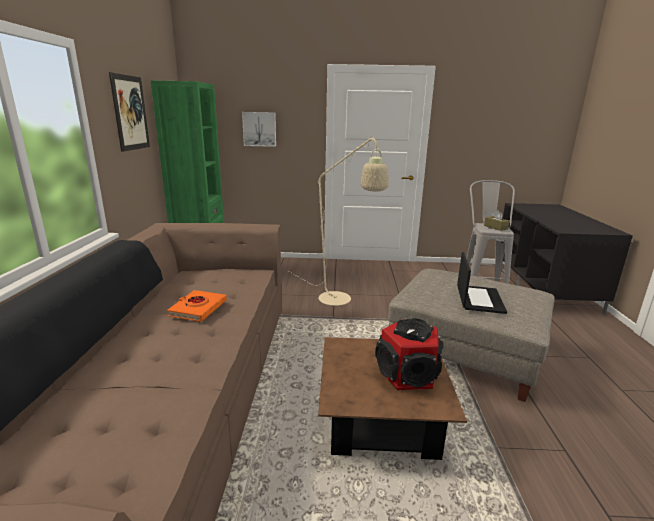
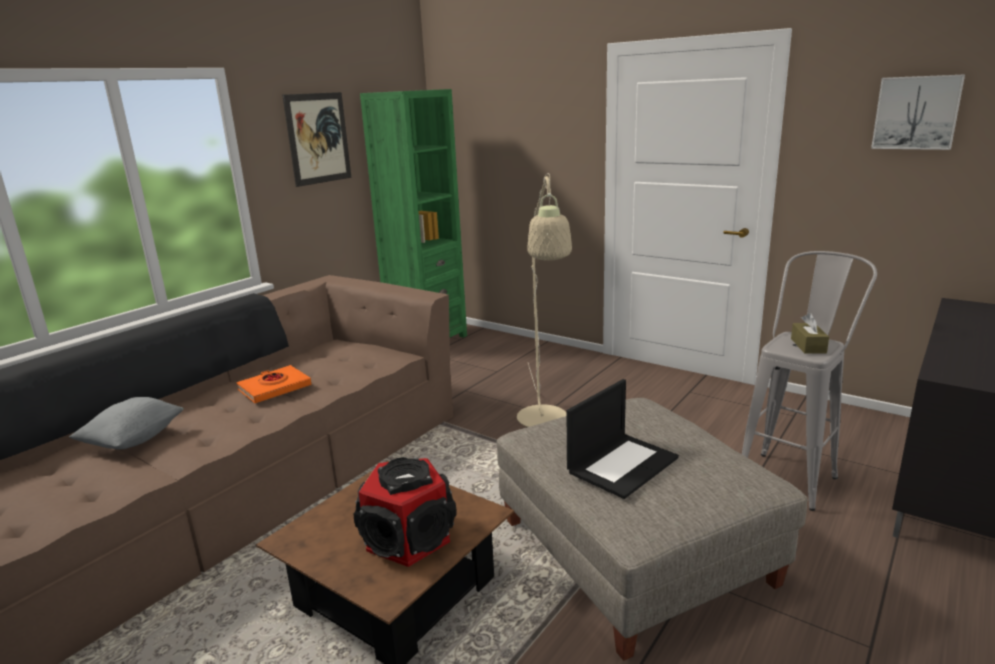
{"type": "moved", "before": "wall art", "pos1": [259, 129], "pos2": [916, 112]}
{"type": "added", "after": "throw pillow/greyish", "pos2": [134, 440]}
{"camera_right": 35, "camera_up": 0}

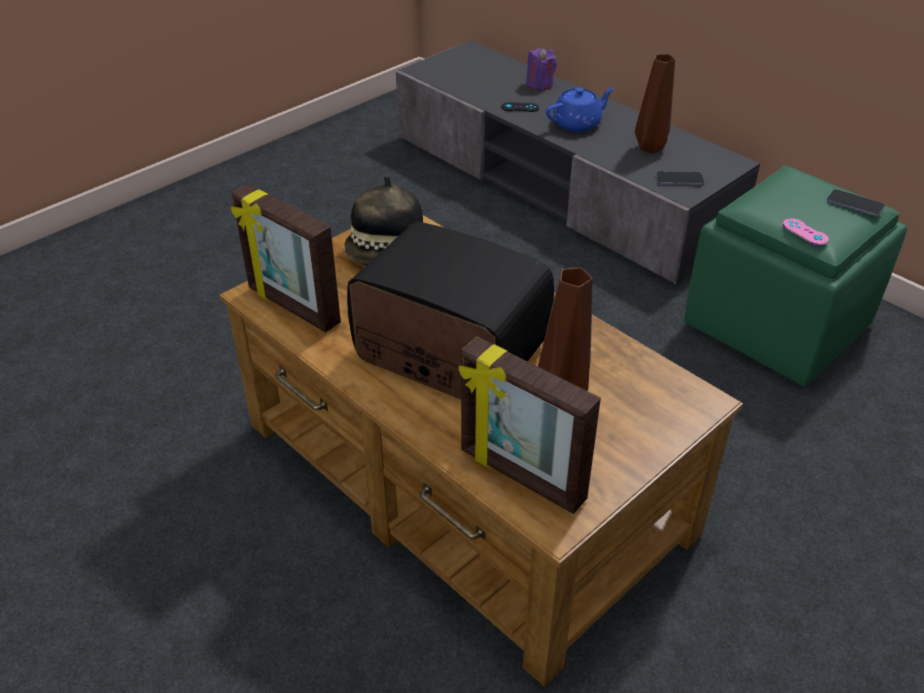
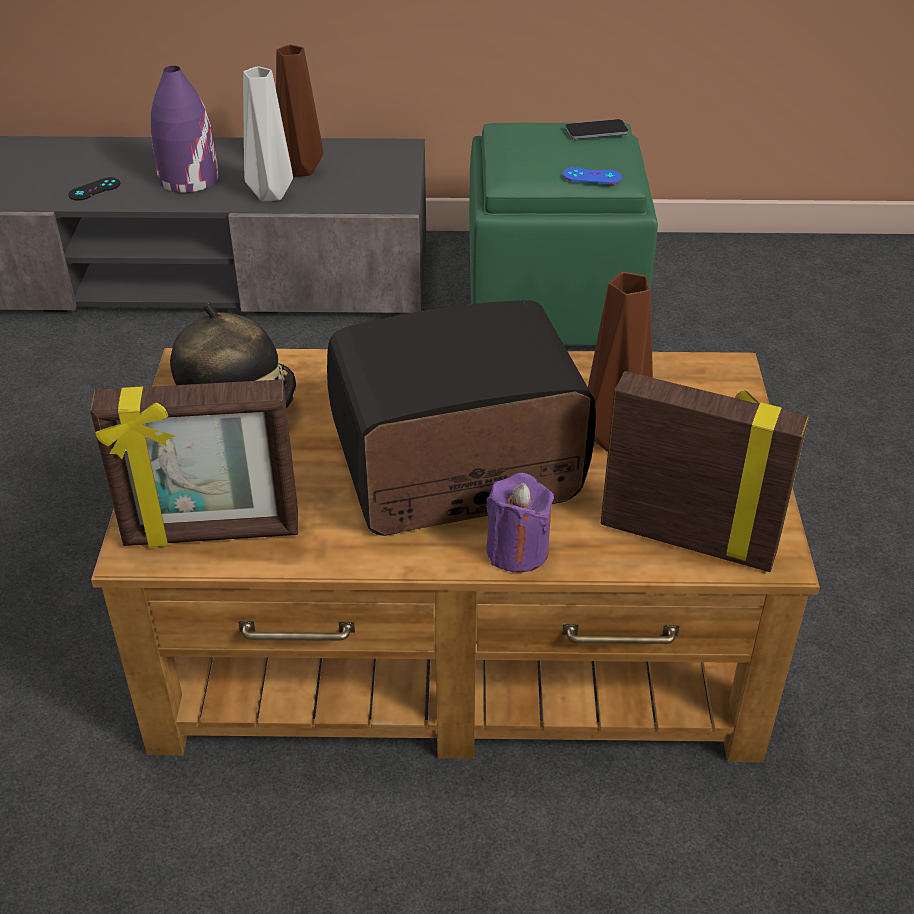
{"type": "moved", "before": "wax light/purplish", "pos1": [540, 84], "pos2": [517, 551]}
{"type": "replaced", "before": "tea pot/blue-coloured", "after": "decorative vase/purplish", "pos1": [578, 123], "pos2": [188, 178]}
{"type": "removed", "before": "telephone", "pos1": [679, 180]}
{"type": "recoloured", "before": "game controller/pink-coloured", "after": "game controller/blue-coloured", "pos1": [805, 232], "pos2": [592, 176]}
{"type": "turned", "before": "photo frame", "pos1": [521, 476], "pos2": [688, 538], "turn": -150}
{"type": "added", "after": "decorative vase/greyish", "pos2": [272, 193]}
{"camera_right": -45, "camera_up": 0}

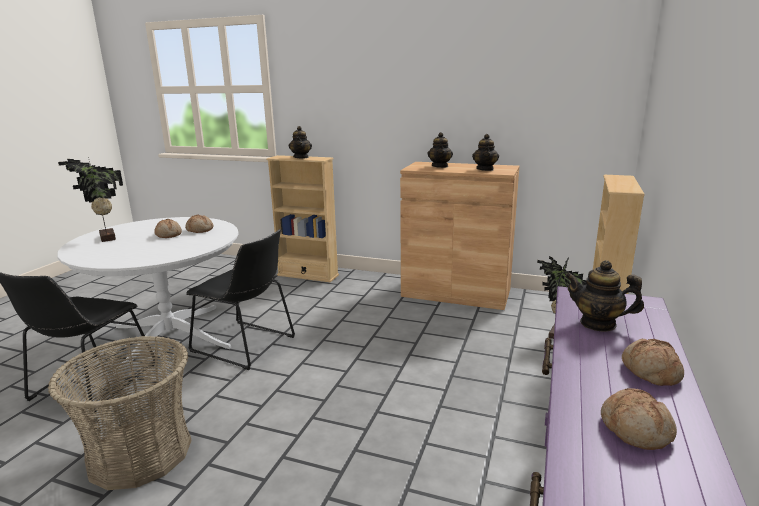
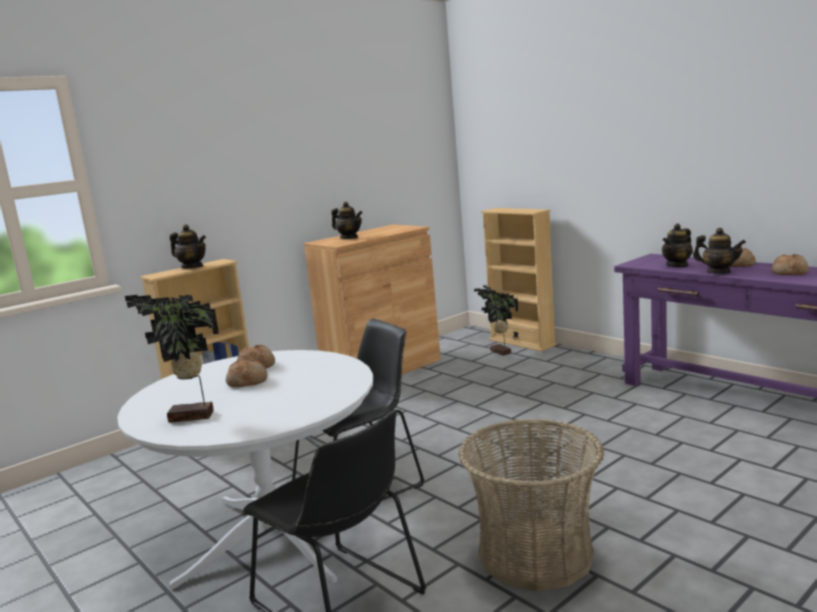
{"type": "moved", "before": "tea pot", "pos1": [485, 169], "pos2": [718, 272]}
{"camera_right": -60, "camera_up": -5}

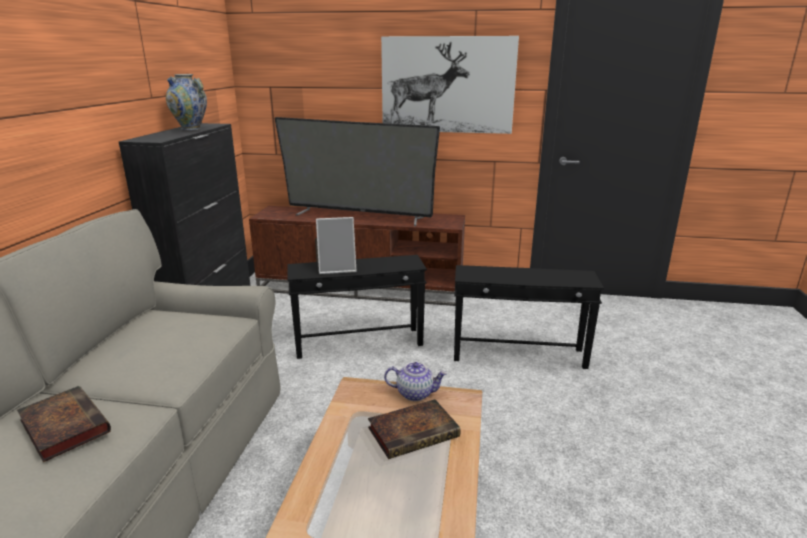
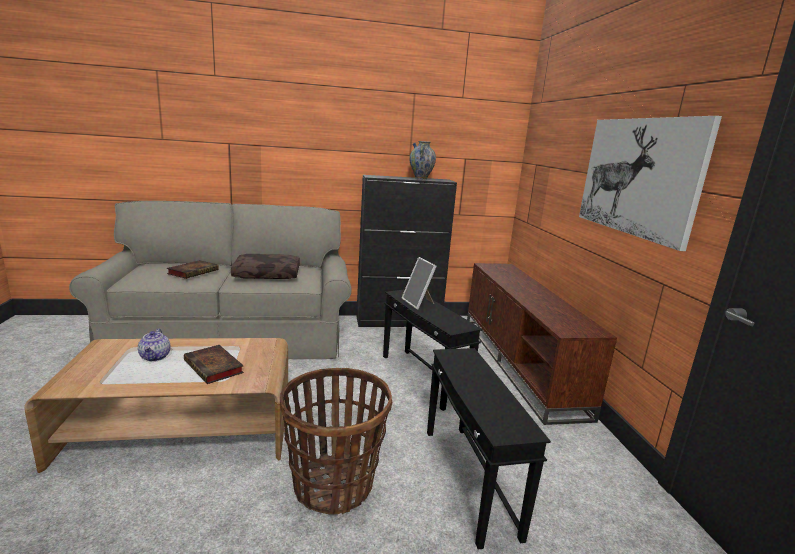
{"type": "removed", "before": "TV set", "pos1": [358, 216]}
{"type": "moved", "before": "tea pot", "pos1": [415, 393], "pos2": [155, 357]}
{"type": "added", "after": "throw pillow/brown", "pos2": [268, 274]}
{"type": "added", "after": "basket", "pos2": [333, 484]}
{"camera_right": 70, "camera_up": -5}

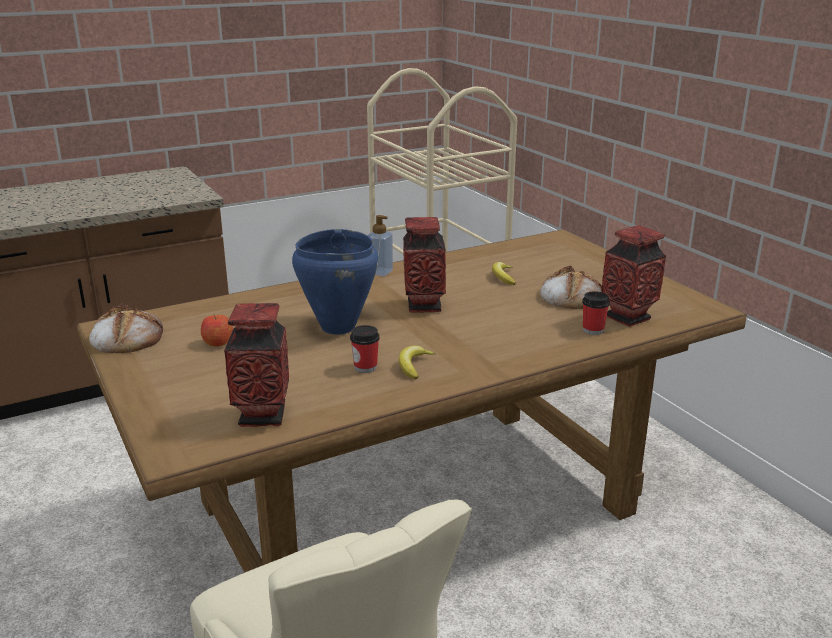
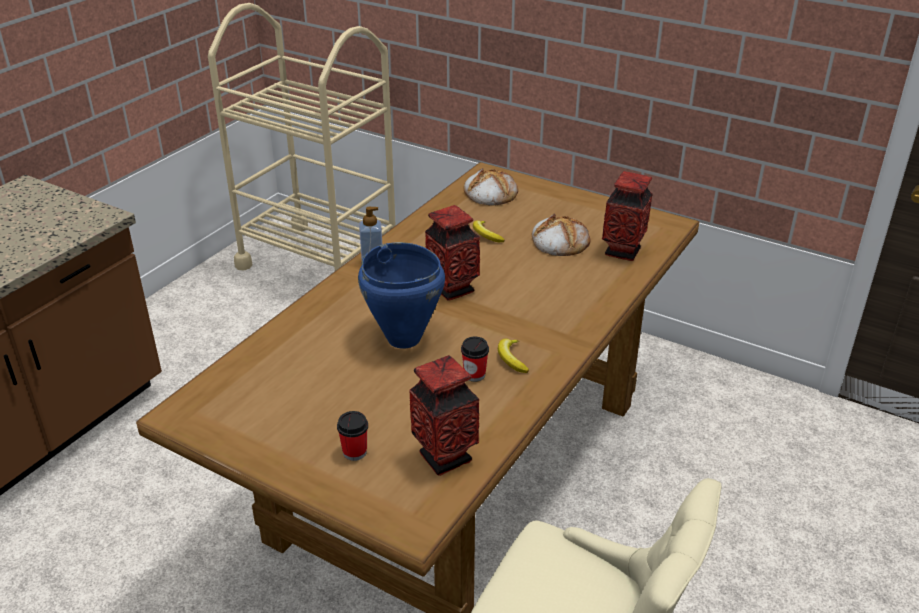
{"type": "moved", "before": "cup", "pos1": [593, 330], "pos2": [354, 452]}
{"type": "moved", "before": "bakery bread", "pos1": [126, 337], "pos2": [490, 193]}
{"type": "removed", "before": "apple", "pos1": [218, 342]}
{"camera_right": -30, "camera_up": 10}

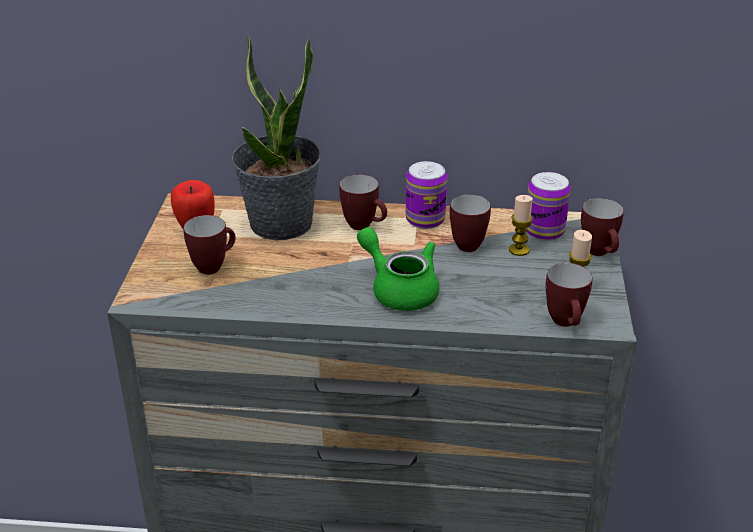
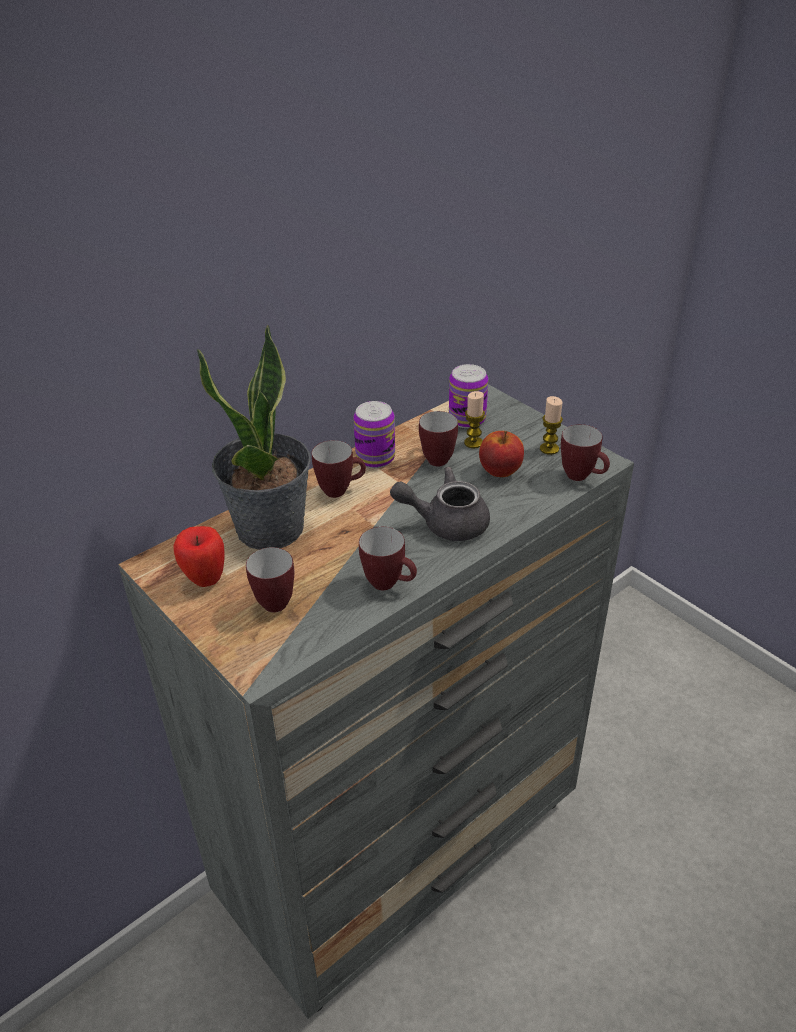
{"type": "moved", "before": "mug", "pos1": [600, 254], "pos2": [389, 584]}
{"type": "recoloured", "before": "tea pot/green", "after": "tea pot/greyish", "pos1": [399, 289], "pos2": [445, 523]}
{"type": "added", "after": "apple", "pos2": [500, 471]}
{"camera_right": -45, "camera_up": 5}

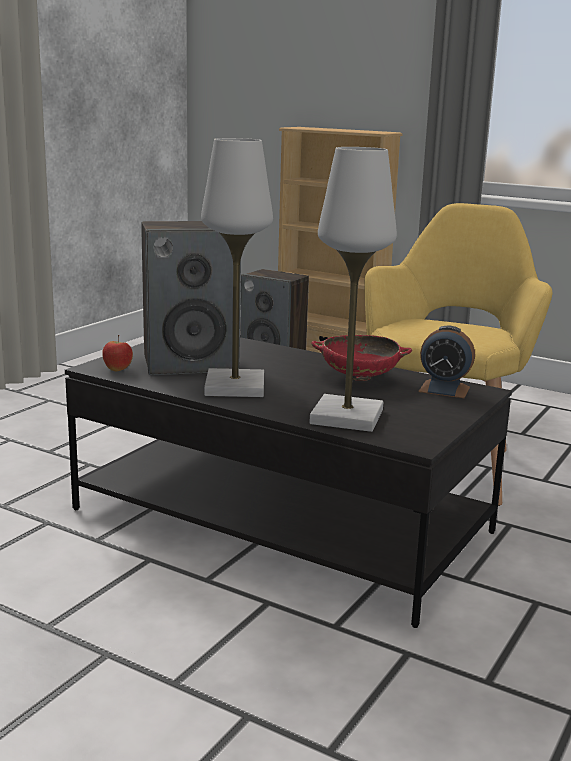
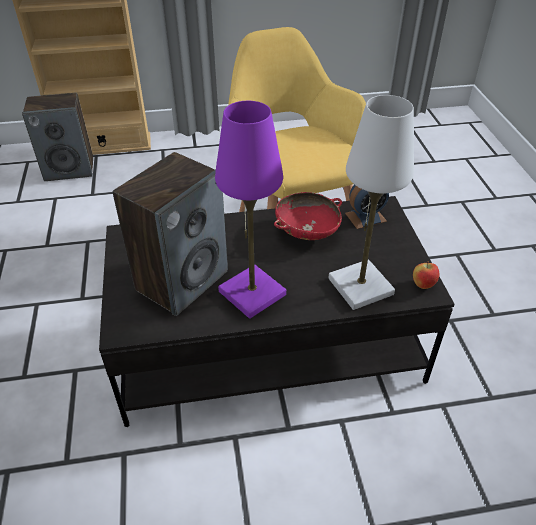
{"type": "recoloured", "before": "table lamp/whitish", "after": "table lamp/purplish", "pos1": [234, 387], "pos2": [252, 293]}
{"type": "moved", "before": "apple", "pos1": [117, 370], "pos2": [423, 285]}
{"camera_right": -40, "camera_up": 25}

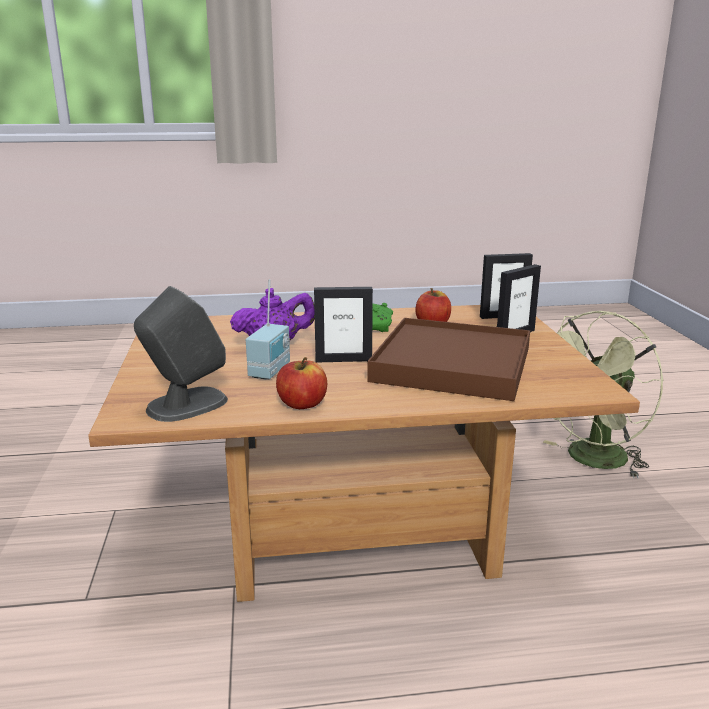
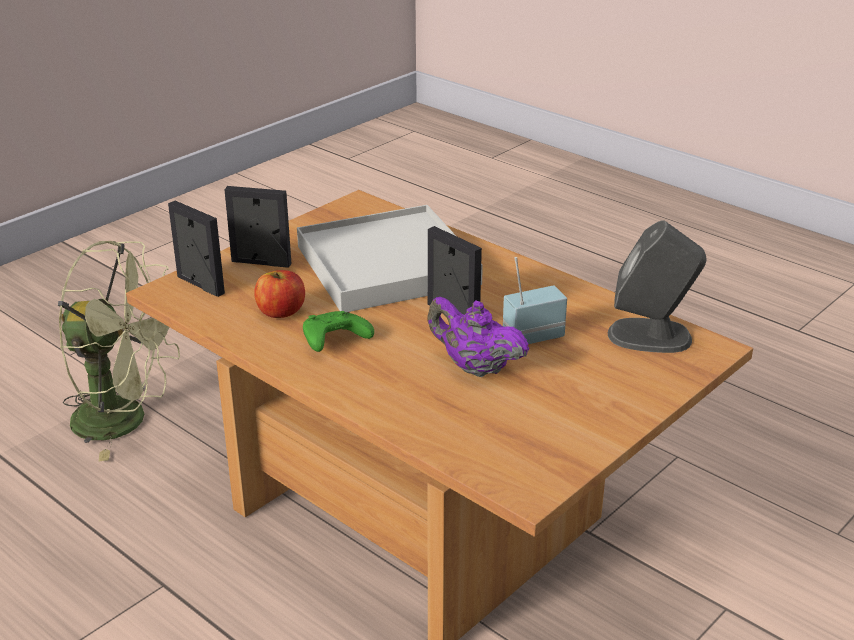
{"type": "recoloured", "before": "tray/brown", "after": "tray/whitish", "pos1": [452, 365], "pos2": [387, 265]}
{"type": "removed", "before": "apple", "pos1": [302, 404]}
{"camera_right": -130, "camera_up": 10}

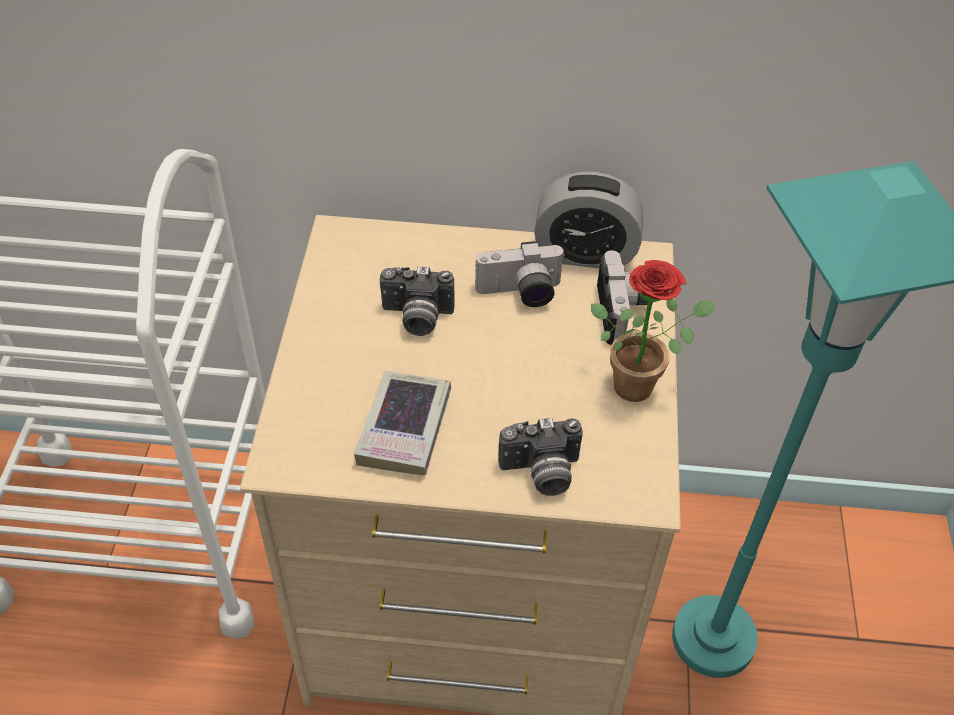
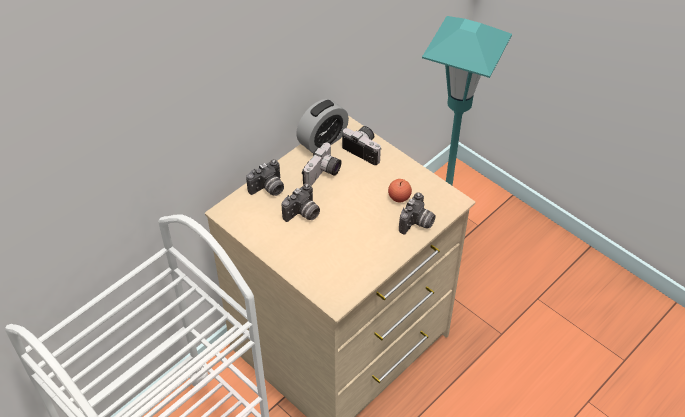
{"type": "removed", "before": "houseplant", "pos1": [640, 382]}
{"type": "removed", "before": "volume", "pos1": [404, 428]}
{"type": "added", "after": "photo camera", "pos2": [268, 189]}
{"type": "added", "after": "apple", "pos2": [399, 197]}
{"camera_right": -50, "camera_up": 0}

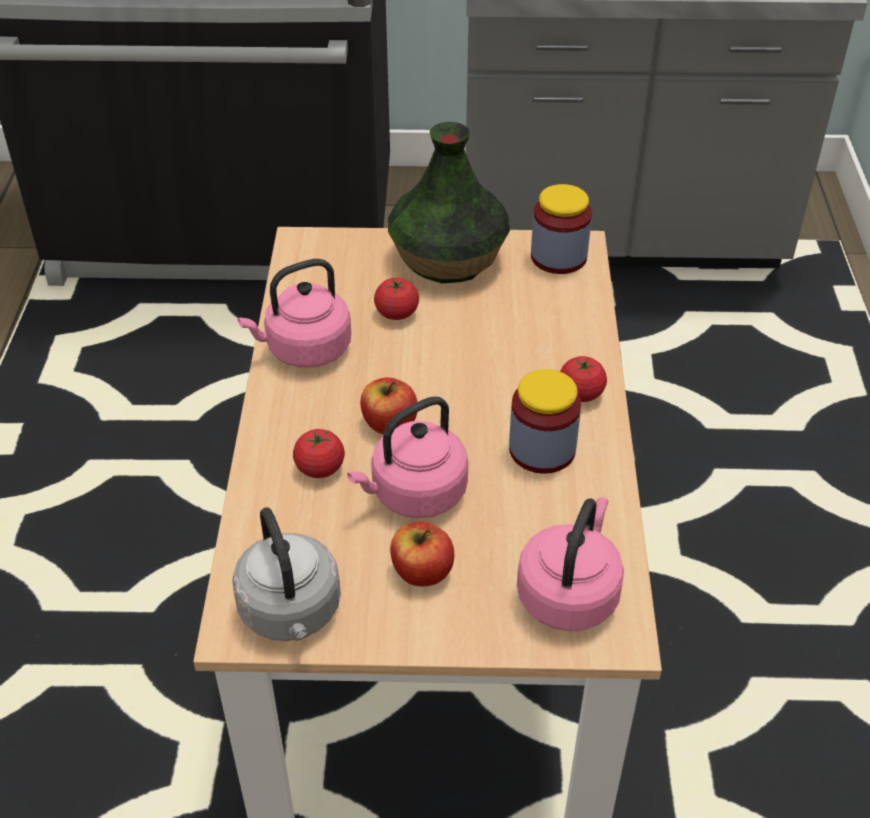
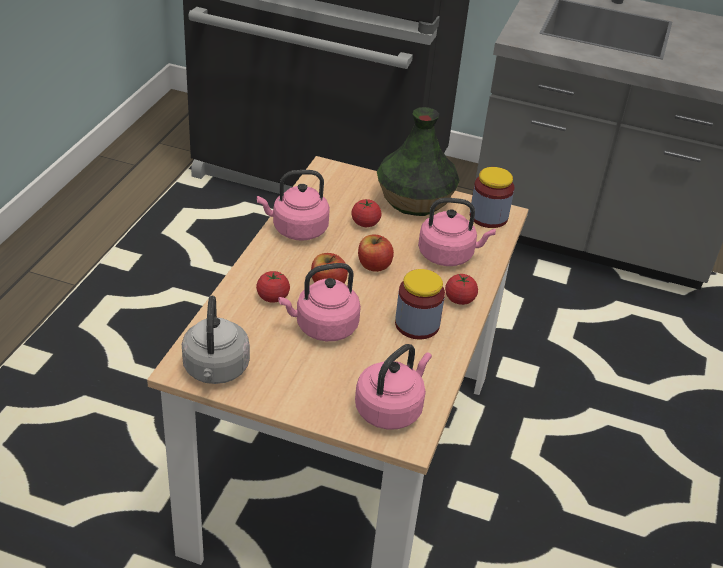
{"type": "moved", "before": "apple", "pos1": [422, 571], "pos2": [374, 265]}
{"type": "added", "after": "water kettle/pink-coloured", "pos2": [449, 255]}
{"camera_right": 15, "camera_up": -5}

